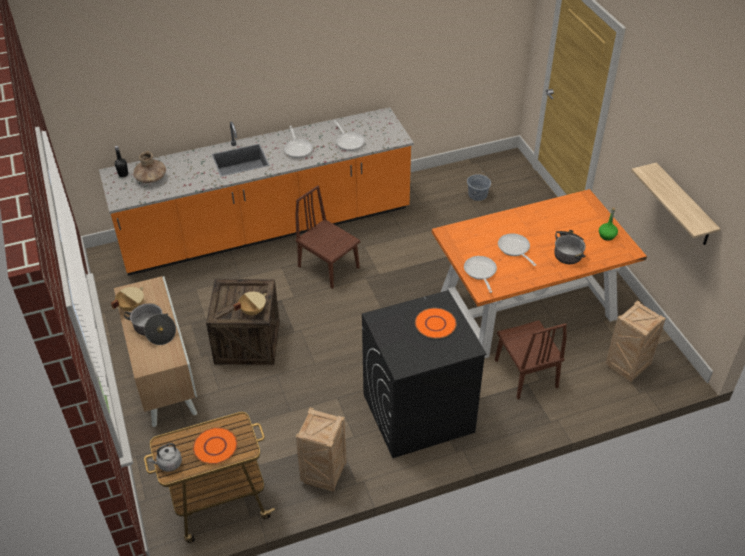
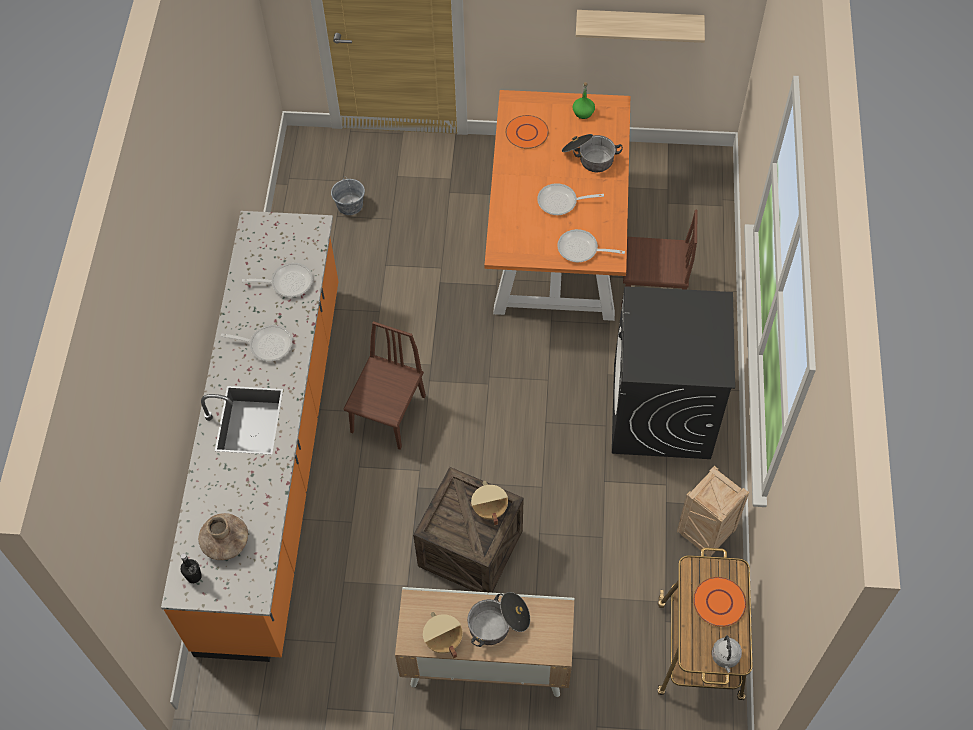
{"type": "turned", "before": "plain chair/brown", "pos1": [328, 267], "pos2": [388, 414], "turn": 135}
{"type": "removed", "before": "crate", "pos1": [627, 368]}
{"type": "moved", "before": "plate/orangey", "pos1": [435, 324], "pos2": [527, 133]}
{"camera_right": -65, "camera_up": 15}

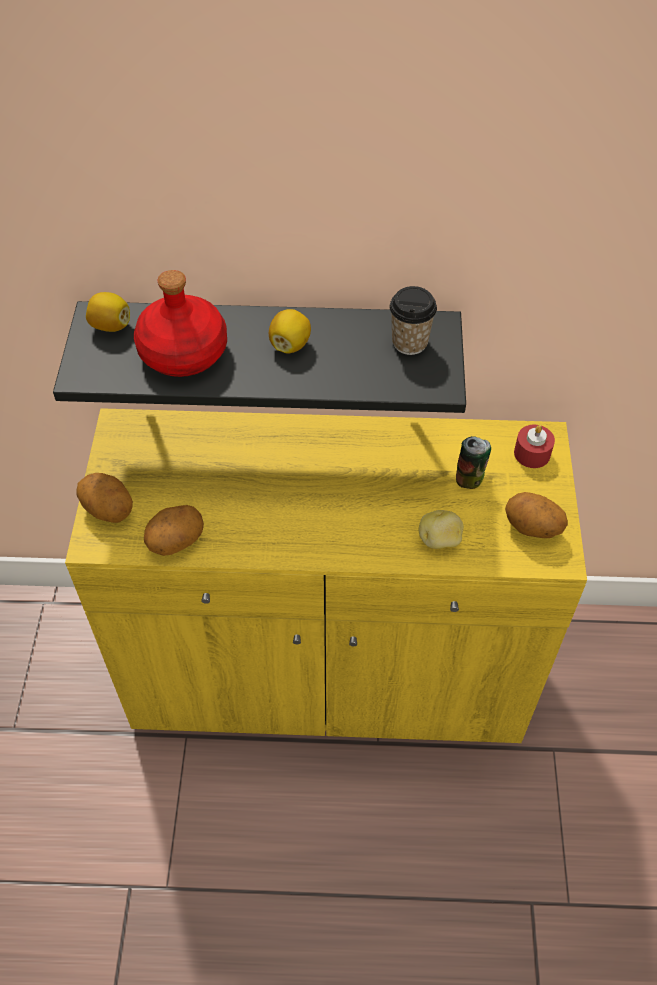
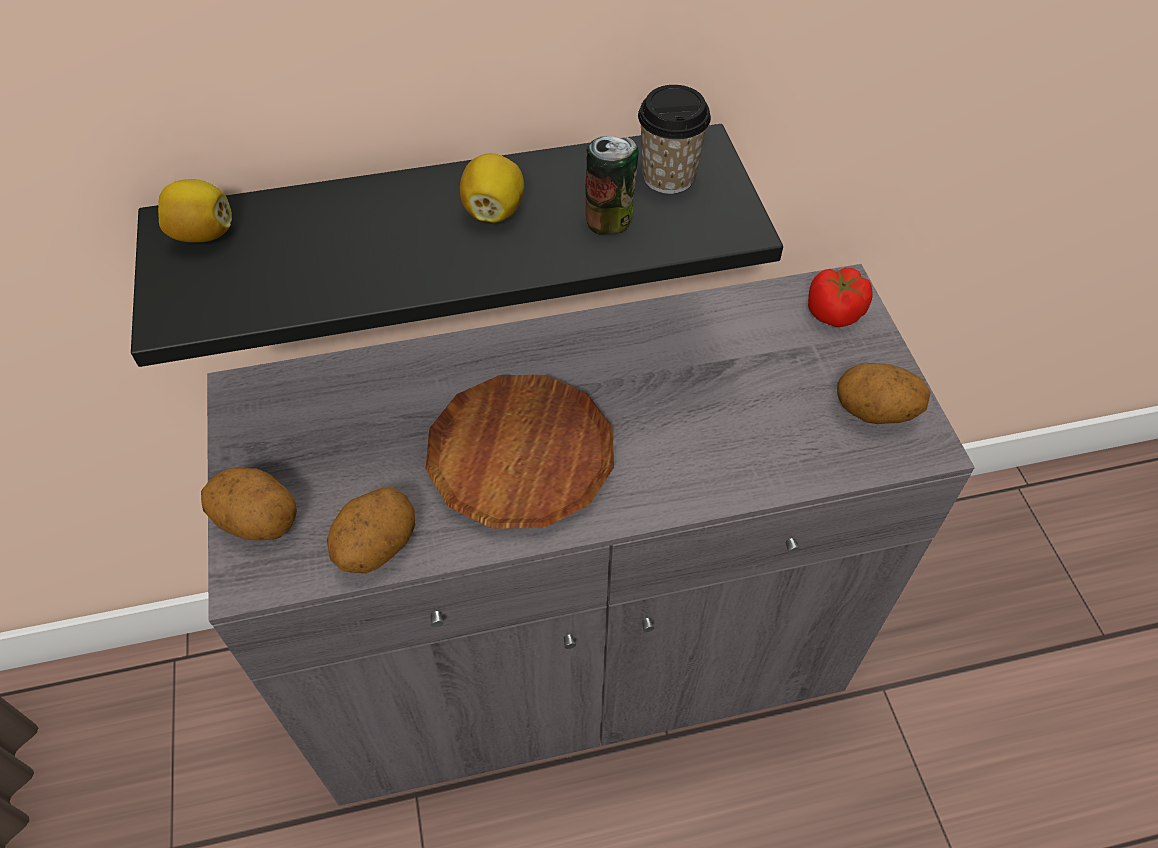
{"type": "removed", "before": "beverage bottle/red", "pos1": [184, 352]}
{"type": "recoloured", "before": "cupboard/yellow", "after": "cupboard/greyish", "pos1": [328, 670], "pos2": [578, 657]}
{"type": "replaced", "before": "wax light/red", "after": "whole tomato", "pos1": [532, 453], "pos2": [835, 313]}
{"type": "moved", "before": "can", "pos1": [469, 478], "pos2": [609, 220]}
{"type": "removed", "before": "potato", "pos1": [440, 540]}
{"type": "added", "after": "plate/brown", "pos2": [521, 457]}
{"camera_right": -15, "camera_up": 0}

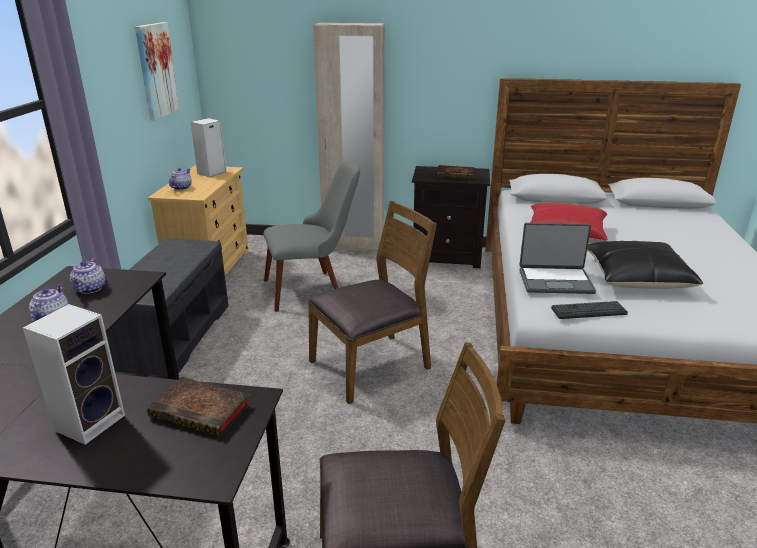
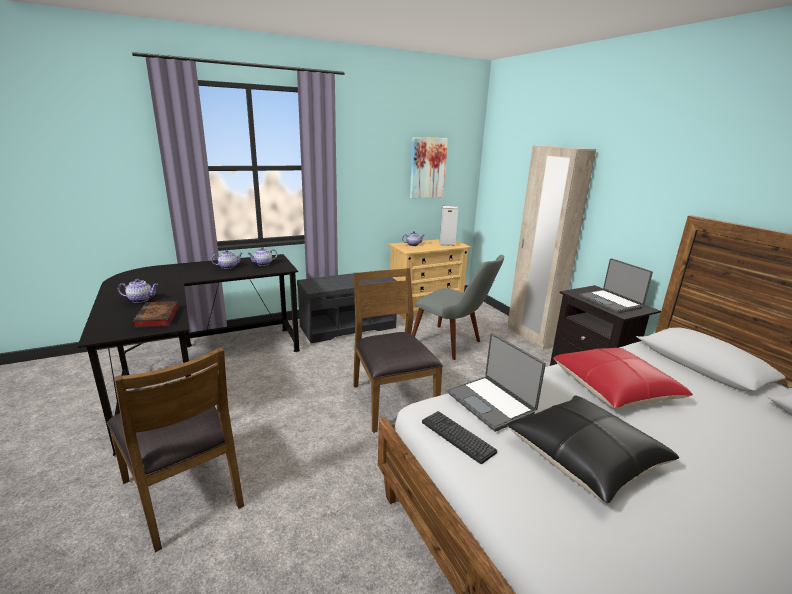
{"type": "replaced", "before": "volume", "after": "laptop", "pos1": [456, 175], "pos2": [611, 302]}
{"type": "turned", "before": "plain chair/brown", "pos1": [371, 365], "pos2": [391, 400], "turn": -135}
{"type": "replaced", "before": "speaker", "after": "tea pot", "pos1": [91, 421], "pos2": [141, 299]}
{"camera_right": 55, "camera_up": -5}

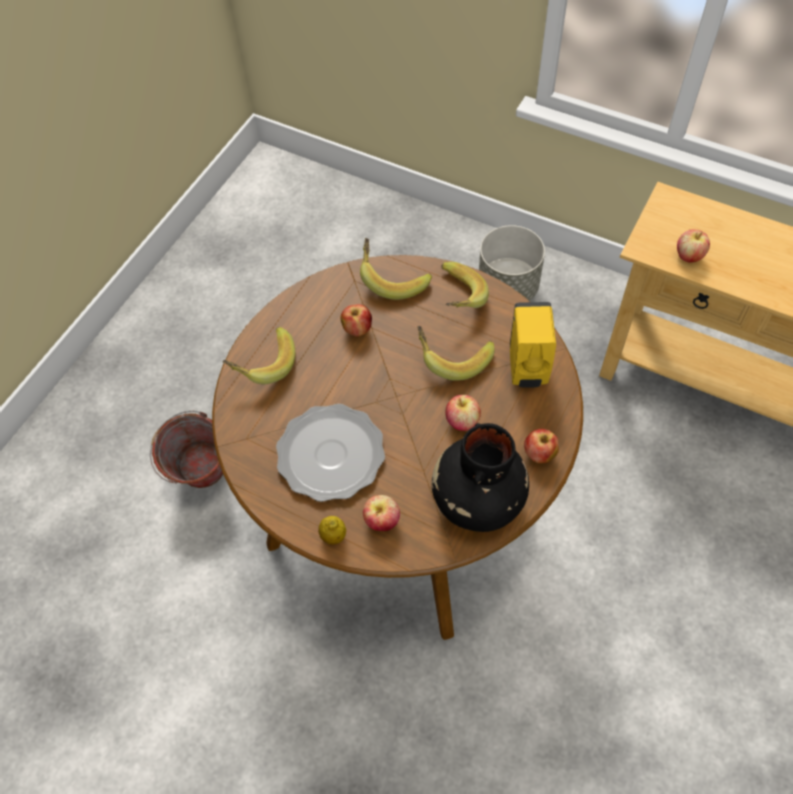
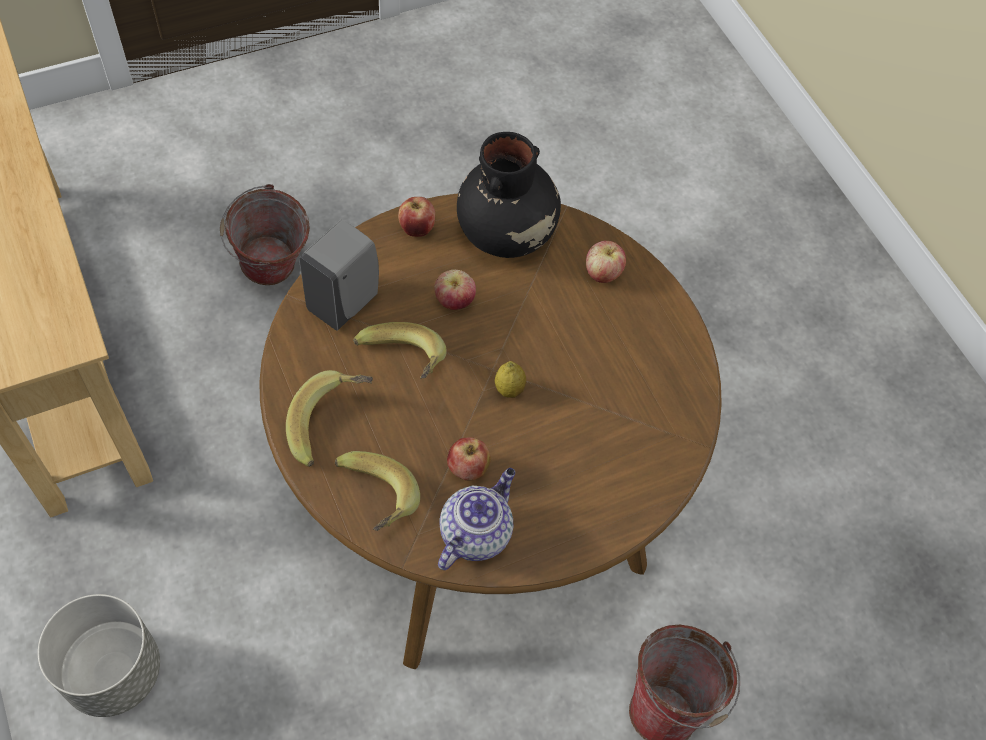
{"type": "removed", "before": "apple", "pos1": [689, 256]}
{"type": "recoloured", "before": "soap dispenser/yellow", "after": "soap dispenser/greyish", "pos1": [527, 370], "pos2": [345, 302]}
{"type": "removed", "before": "whole banana", "pos1": [263, 364]}
{"type": "removed", "before": "plate", "pos1": [330, 454]}
{"type": "moved", "before": "citrus fruit", "pos1": [333, 536], "pos2": [509, 389]}
{"type": "added", "after": "water bucket", "pos2": [273, 275]}
{"type": "added", "after": "tea pot", "pos2": [475, 532]}
{"camera_right": -150, "camera_up": 0}

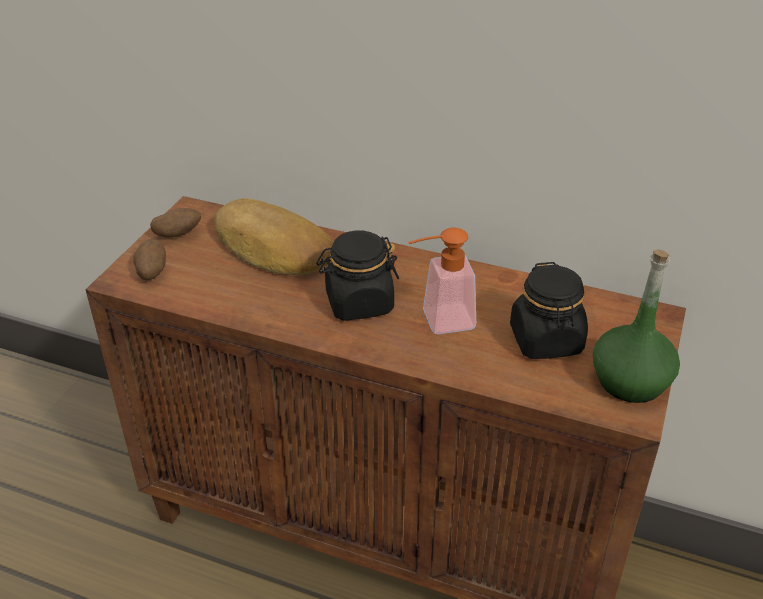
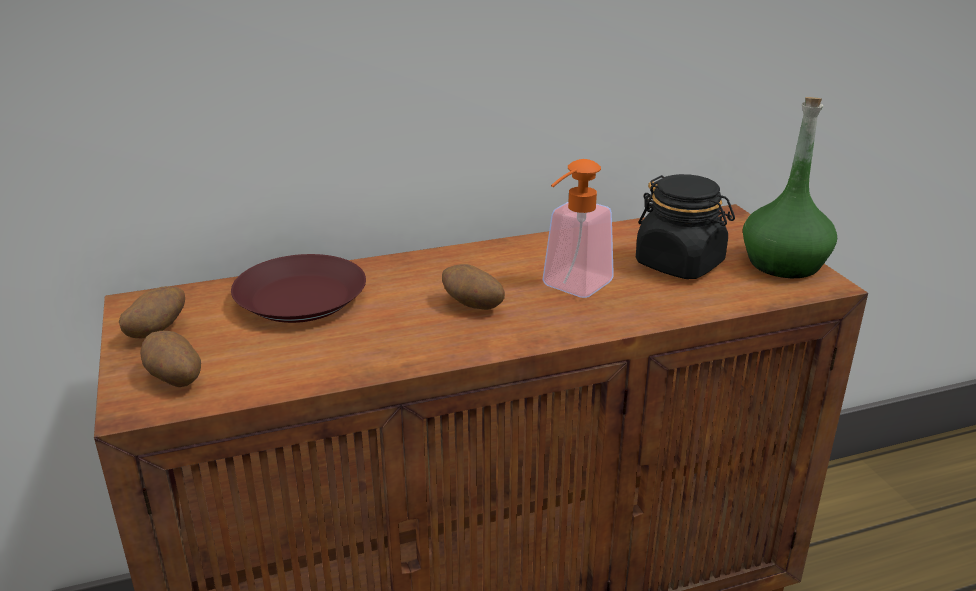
{"type": "replaced", "before": "bakery bread", "after": "plate/brown", "pos1": [272, 248], "pos2": [302, 299]}
{"type": "replaced", "before": "preserve jar/black", "after": "potato", "pos1": [359, 303], "pos2": [472, 306]}
{"camera_right": -40, "camera_up": -10}

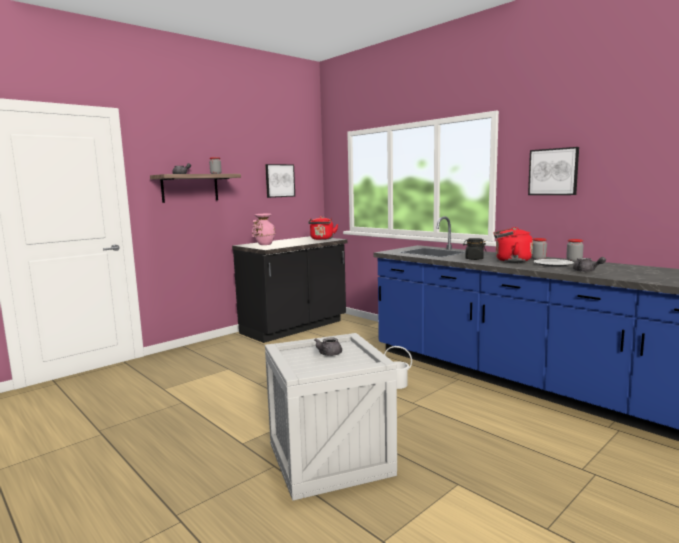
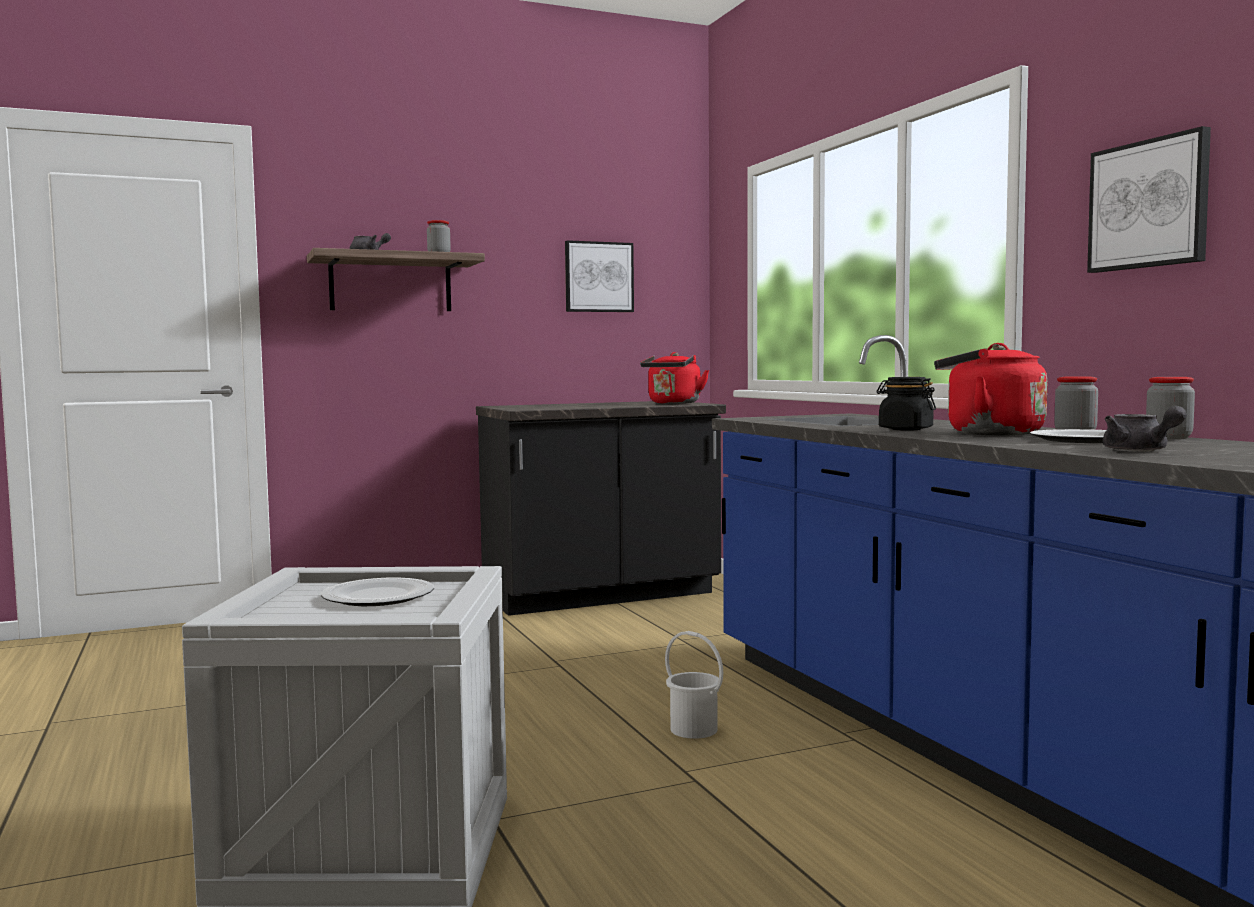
{"type": "removed", "before": "decorative vase/pink-coloured", "pos1": [264, 244]}
{"type": "replaced", "before": "tea pot/greyish", "after": "plate", "pos1": [327, 354], "pos2": [378, 597]}
{"camera_right": 20, "camera_up": -5}

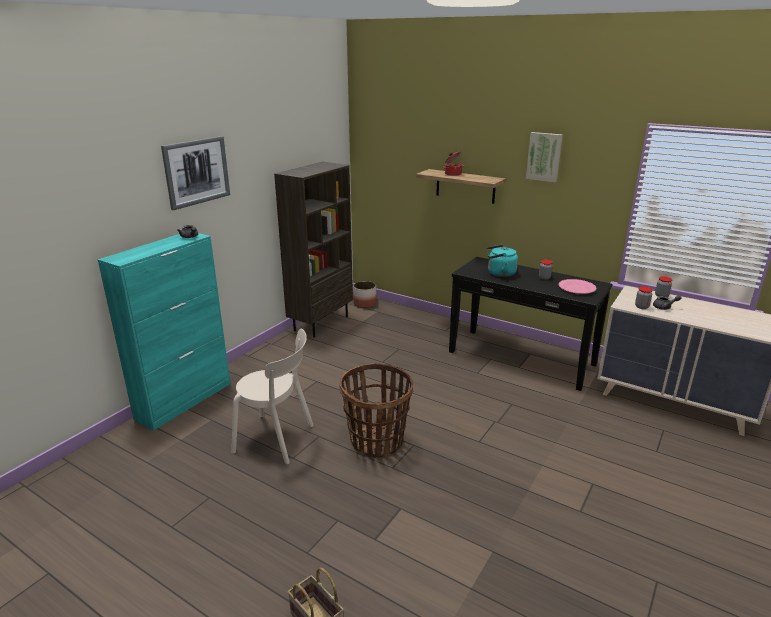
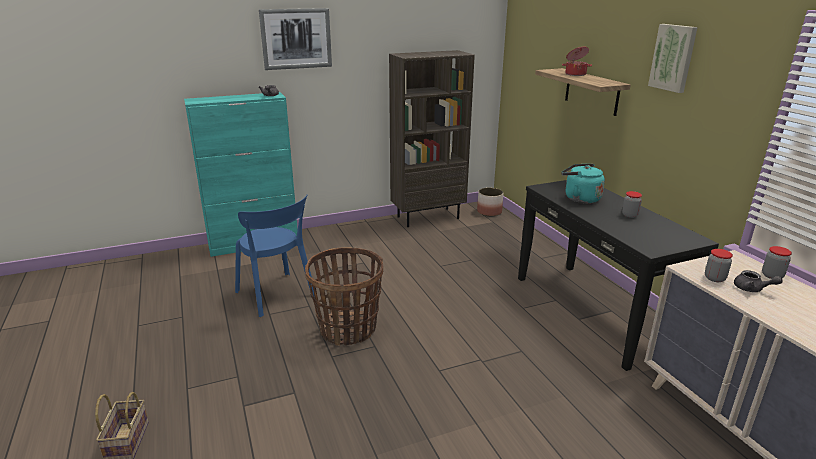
{"type": "removed", "before": "plate/pink-coloured", "pos1": [577, 289]}
{"type": "recoloured", "before": "plain chair/beige-coloured", "after": "plain chair/blue-coloured", "pos1": [277, 439], "pos2": [277, 295]}
{"camera_right": 35, "camera_up": 0}

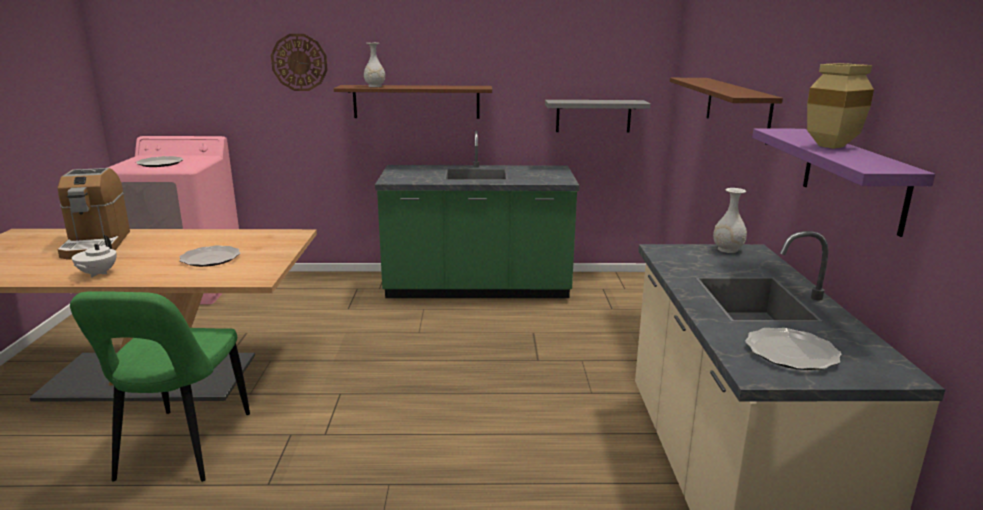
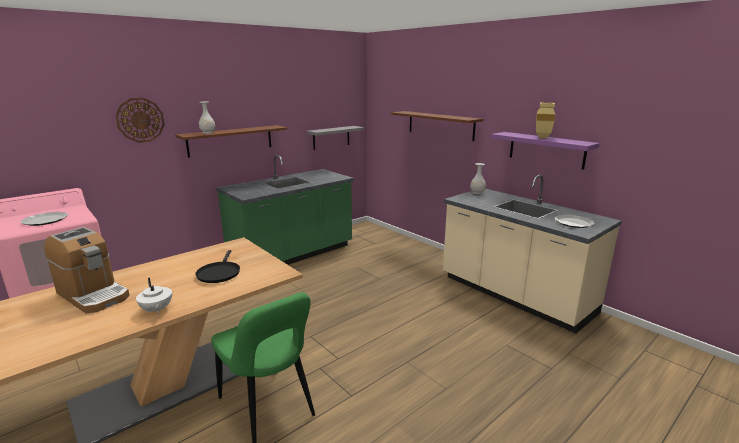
{"type": "replaced", "before": "plate", "after": "pan/black", "pos1": [210, 258], "pos2": [219, 273]}
{"camera_right": -40, "camera_up": 0}

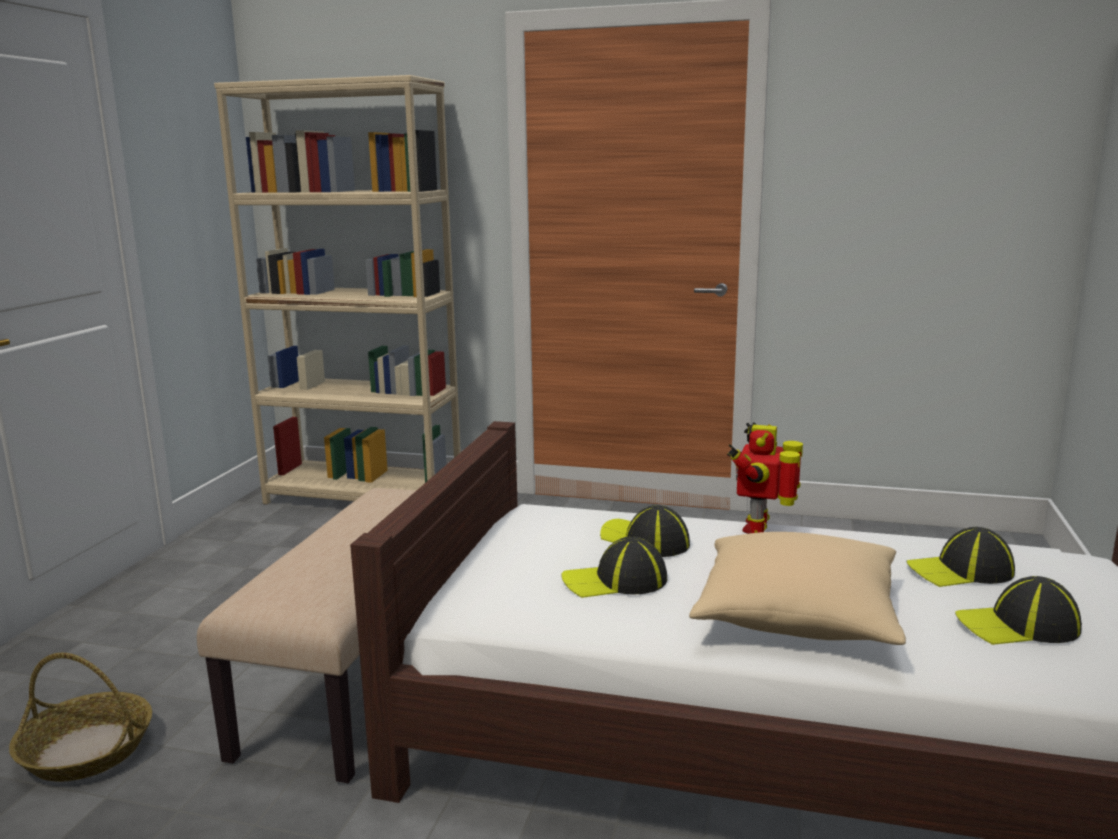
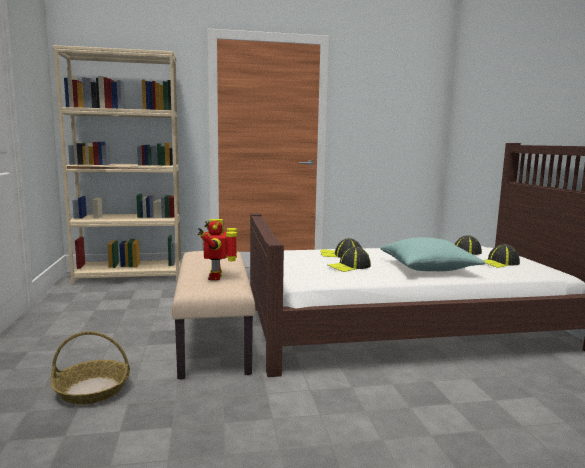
{"type": "moved", "before": "model robot", "pos1": [759, 527], "pos2": [217, 277]}
{"type": "recoloured", "before": "throw pillow/beige-coloured", "after": "throw pillow/blue-green", "pos1": [797, 615], "pos2": [428, 268]}
{"camera_right": -25, "camera_up": -5}

